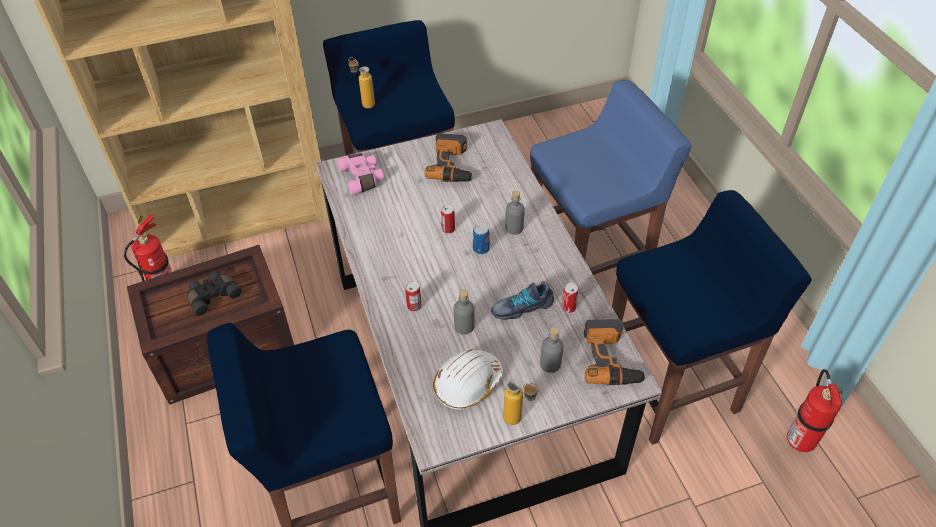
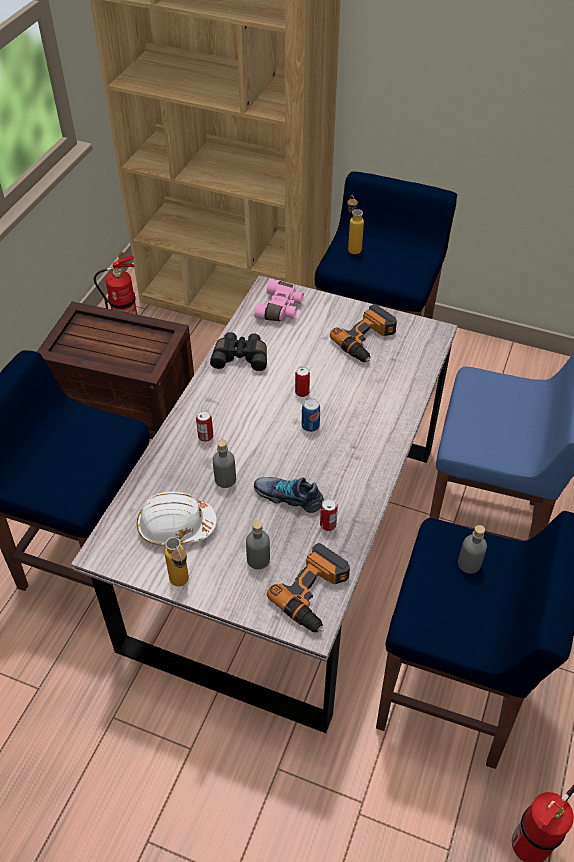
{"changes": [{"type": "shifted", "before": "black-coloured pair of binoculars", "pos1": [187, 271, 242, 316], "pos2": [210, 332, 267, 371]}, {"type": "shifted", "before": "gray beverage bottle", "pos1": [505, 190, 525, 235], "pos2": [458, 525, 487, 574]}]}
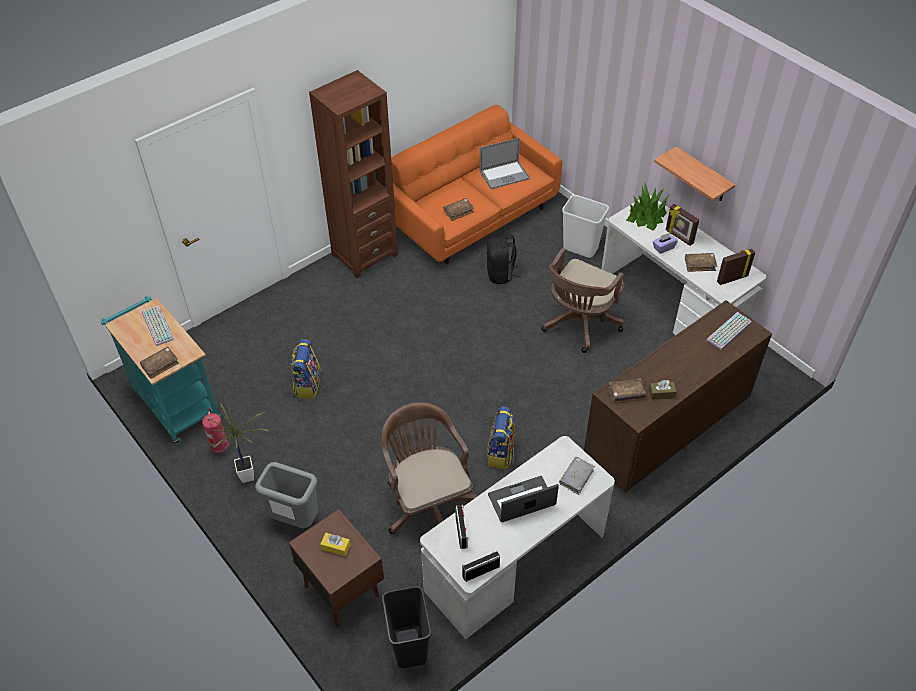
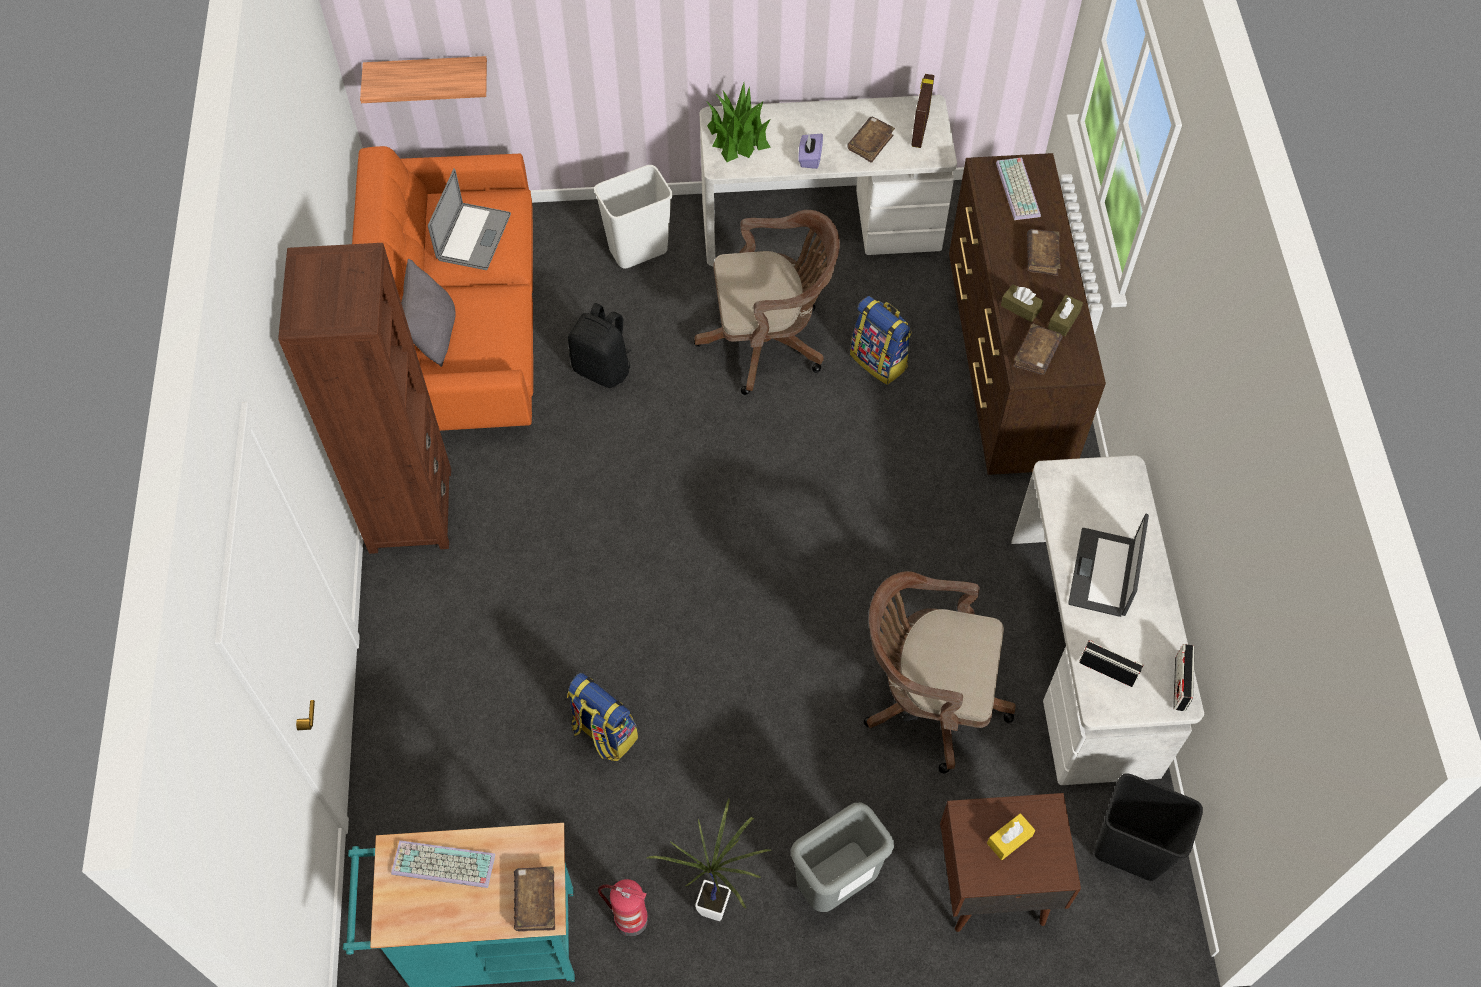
{"changes": [{"type": "gone", "before": "gray volume", "pos1": [559, 457, 595, 495]}, {"type": "gone", "before": "picture frame", "pos1": [666, 204, 699, 246]}, {"type": "new", "after": "gray cushion", "pos2": [401, 259, 455, 367]}, {"type": "new", "after": "brown box of tissues", "pos2": [1001, 284, 1043, 322]}, {"type": "shifted", "before": "brown volume", "pos1": [444, 198, 474, 221], "pos2": [1027, 229, 1061, 276]}, {"type": "shifted", "before": "rucksack", "pos1": [486, 406, 516, 469], "pos2": [850, 296, 912, 385]}, {"type": "shifted", "before": "shelf", "pos1": [654, 146, 735, 201], "pos2": [360, 56, 487, 103]}, {"type": "rotated", "before": "brown desk chair", "pos1": [542, 248, 624, 353], "pos2": [694, 210, 840, 395], "turn": -75}]}
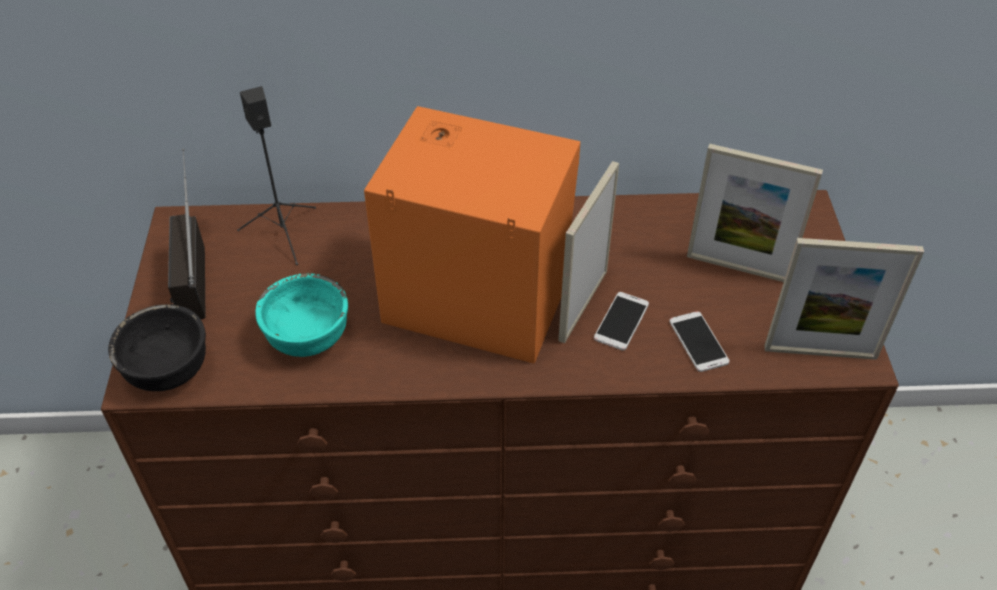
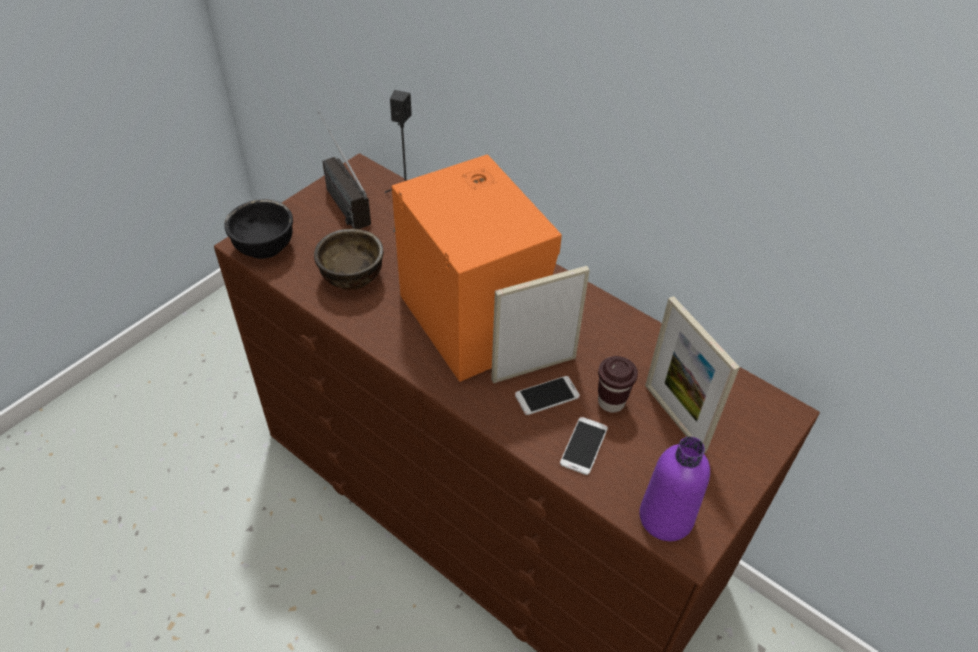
{"changes": [{"type": "new", "after": "brown cup", "pos2": [598, 356, 638, 413]}, {"type": "swapped", "before": "picture frame", "after": "purple-coloured beverage bottle", "pos1": [764, 238, 924, 360], "pos2": [639, 436, 710, 541]}, {"type": "repainted", "before": "blue-green serving bowl", "after": "brown serving bowl", "pos1": [255, 273, 348, 357], "pos2": [314, 229, 383, 290]}, {"type": "rotated", "before": "radio receiver", "pos1": [168, 148, 205, 319], "pos2": [318, 111, 371, 229], "turn": -60}]}
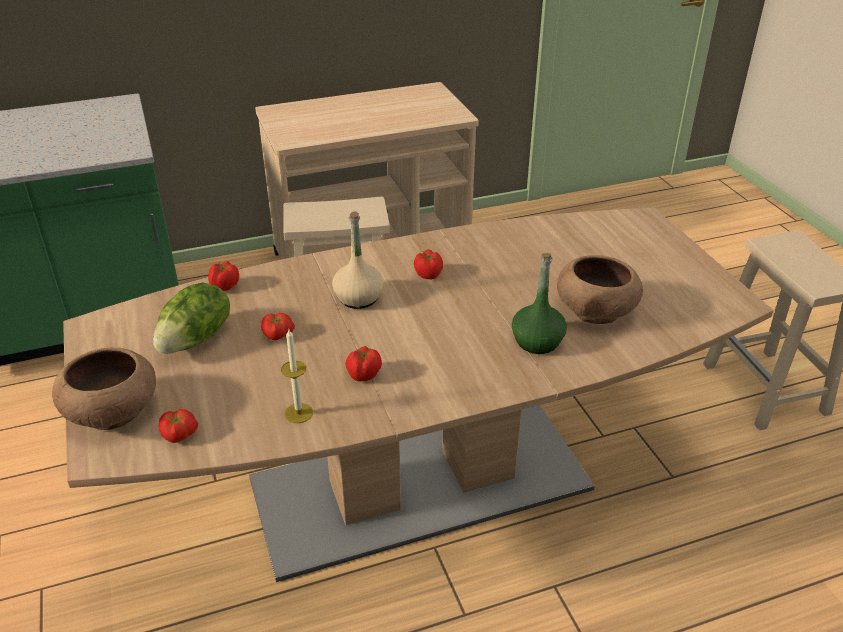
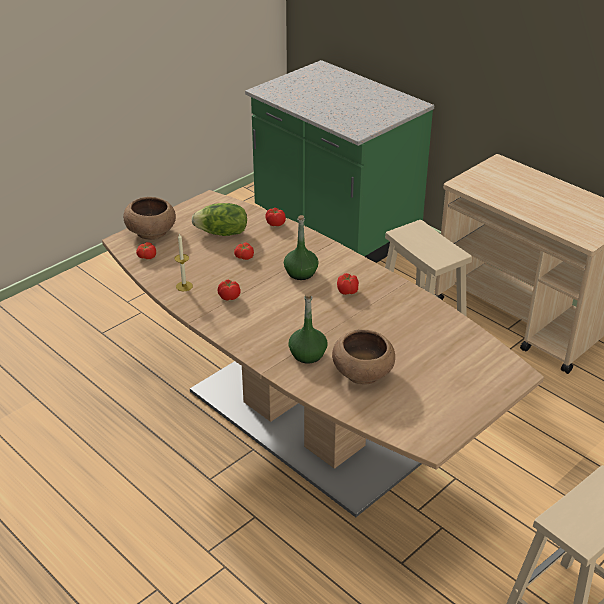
{"changes": [{"type": "repainted", "before": "beige-coloured beverage bottle", "after": "green beverage bottle", "pos1": [332, 211, 384, 309], "pos2": [284, 215, 319, 280]}]}
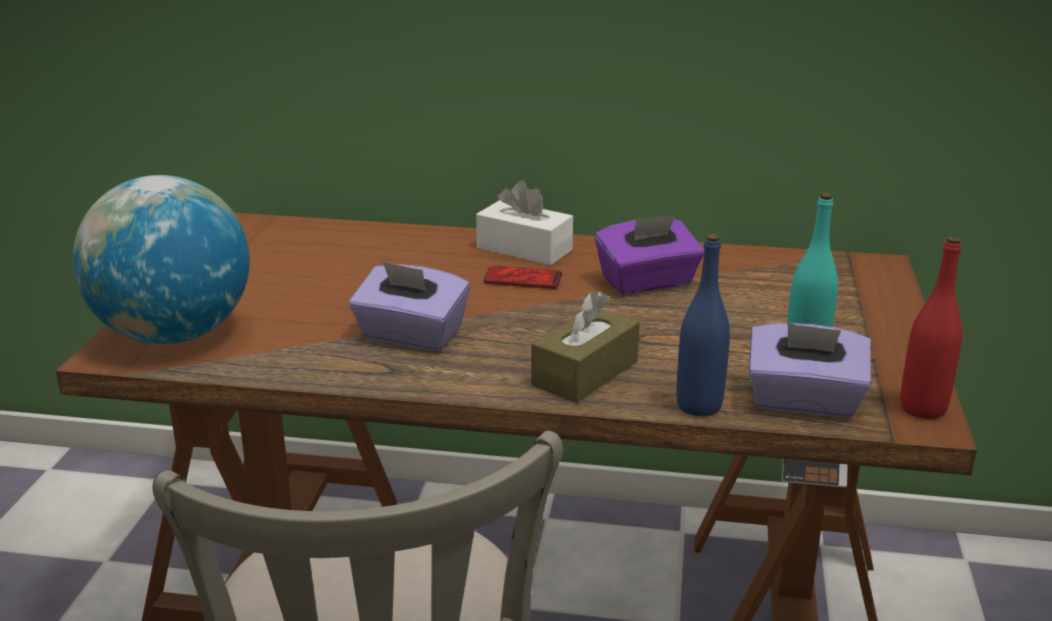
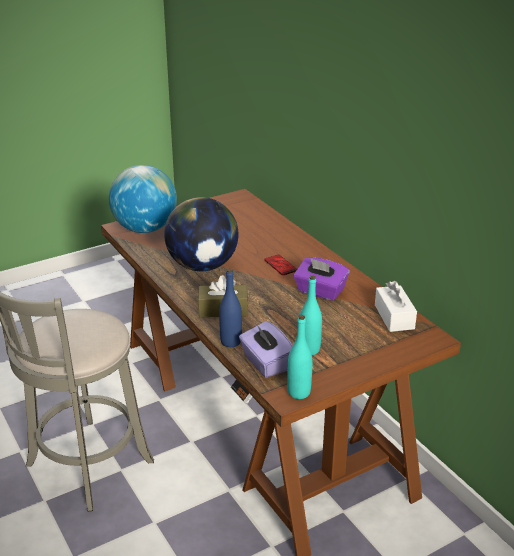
{"changes": [{"type": "shifted", "before": "white-coloured box of tissues", "pos1": [476, 181, 573, 266], "pos2": [375, 281, 417, 332]}, {"type": "swapped", "before": "purple-coloured box of tissues", "after": "desk globe", "pos1": [349, 261, 470, 351], "pos2": [164, 197, 239, 271]}, {"type": "repainted", "before": "red beverage bottle", "after": "blue-green beverage bottle", "pos1": [900, 236, 963, 419], "pos2": [287, 315, 312, 399]}]}
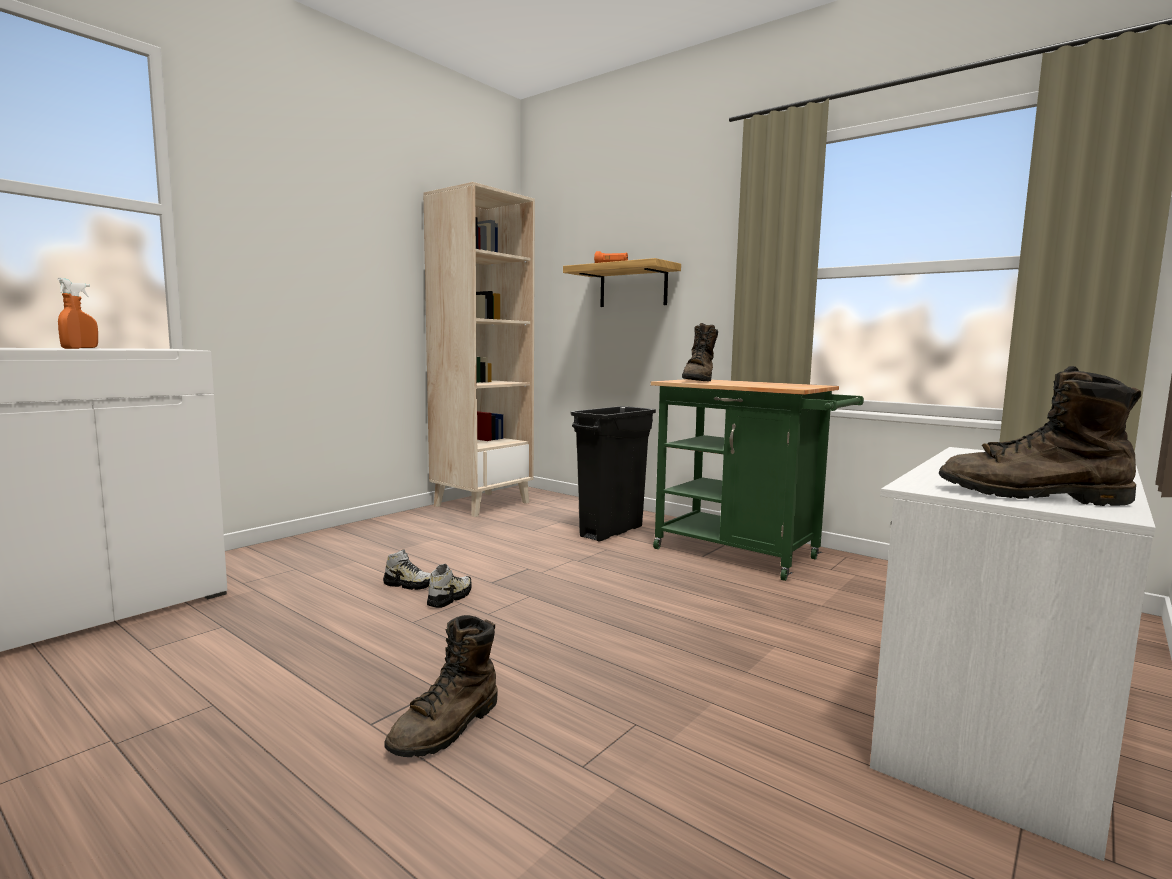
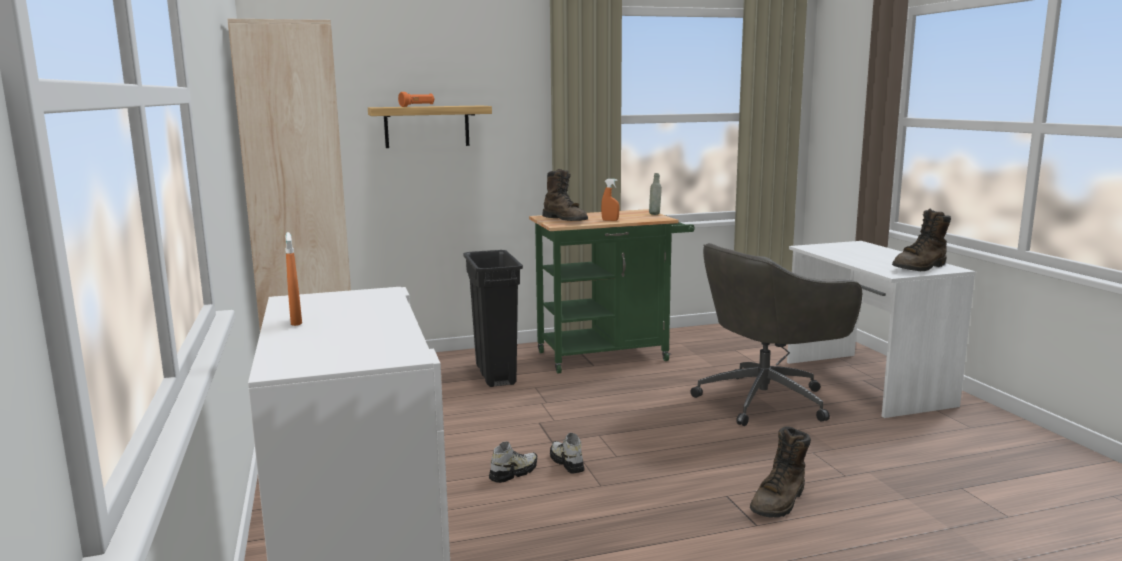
{"changes": [{"type": "new", "after": "gray beverage bottle", "pos2": [649, 173, 662, 215]}, {"type": "new", "after": "gray desk chair", "pos2": [690, 243, 862, 426]}, {"type": "shifted", "before": "orange-coloured spray bottle", "pos1": [57, 278, 81, 349], "pos2": [601, 179, 619, 221]}, {"type": "rotated", "before": "brown tall boot", "pos1": [384, 615, 498, 757], "pos2": [750, 426, 811, 518], "turn": 60}]}
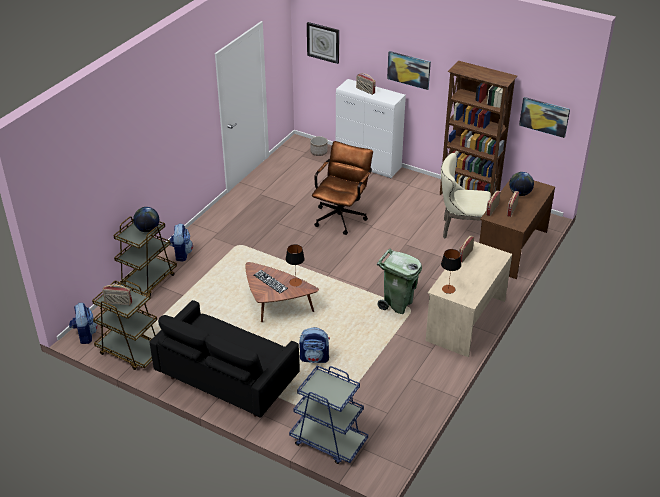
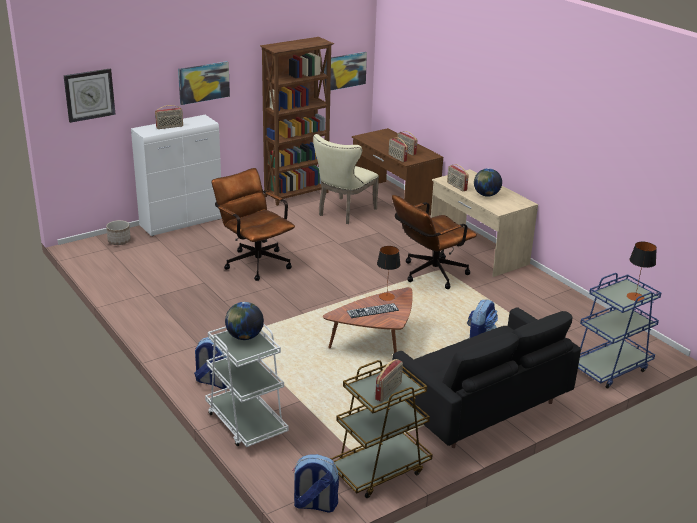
{"changes": [{"type": "shifted", "before": "tabletop lamp", "pos1": [441, 249, 461, 294], "pos2": [627, 242, 657, 301]}, {"type": "shifted", "before": "desk globe", "pos1": [509, 172, 534, 196], "pos2": [474, 168, 502, 197]}, {"type": "swapped", "before": "green trash can", "after": "brown desk chair", "pos1": [377, 249, 422, 314], "pos2": [392, 195, 477, 289]}, {"type": "repainted", "before": "brown wheeled cart", "after": "white-coloured wheeled cart", "pos1": [113, 216, 177, 297], "pos2": [205, 324, 288, 447]}]}
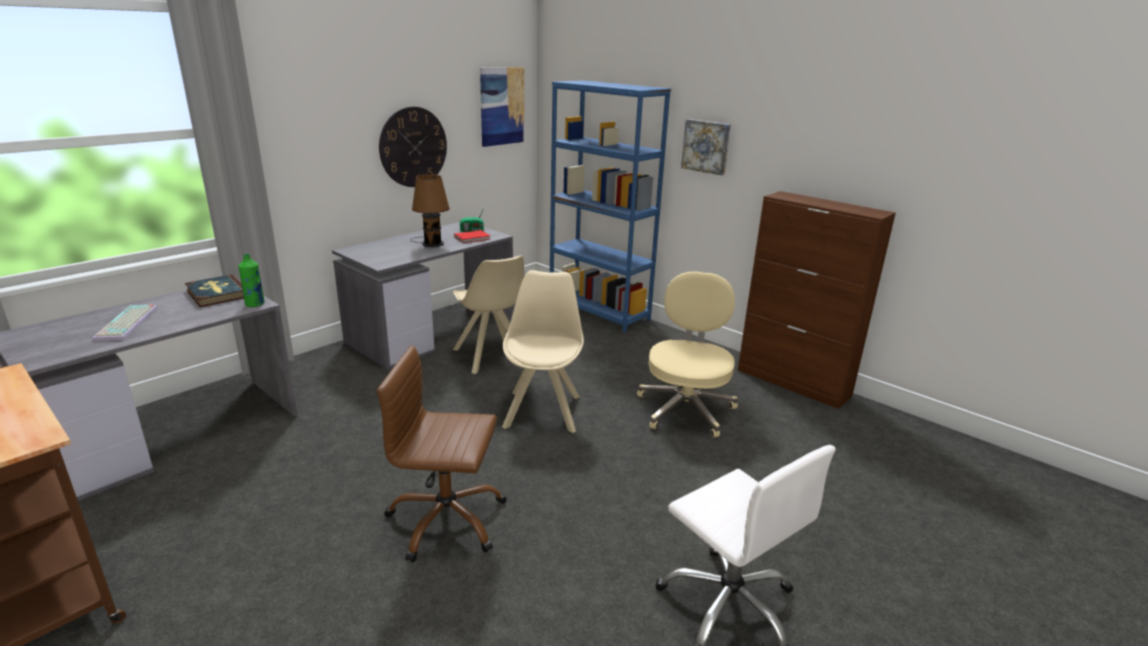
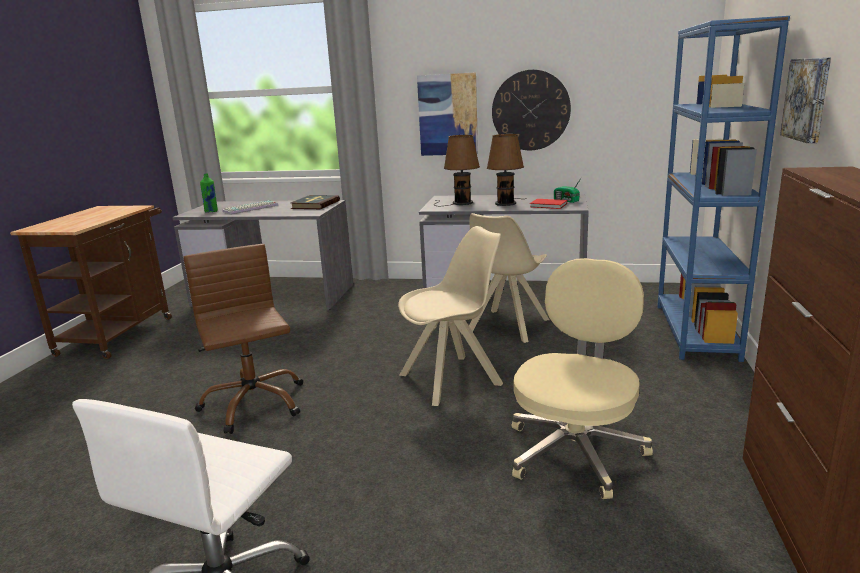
{"changes": [{"type": "new", "after": "brown tabletop lamp", "pos2": [434, 135, 480, 206]}, {"type": "shifted", "before": "green beverage bottle", "pos1": [238, 254, 265, 307], "pos2": [200, 173, 218, 212]}, {"type": "shifted", "before": "wall picture", "pos1": [480, 67, 524, 147], "pos2": [417, 72, 478, 156]}, {"type": "rotated", "before": "beige-coloured desk chair", "pos1": [637, 272, 738, 437], "pos2": [512, 258, 653, 499], "turn": -45}]}
